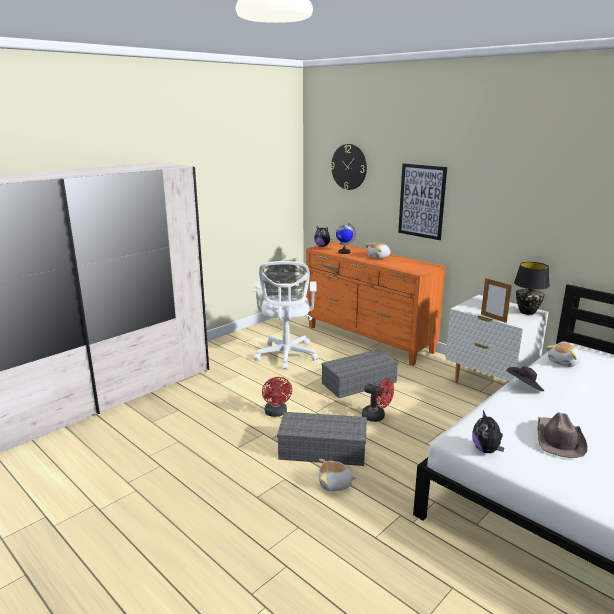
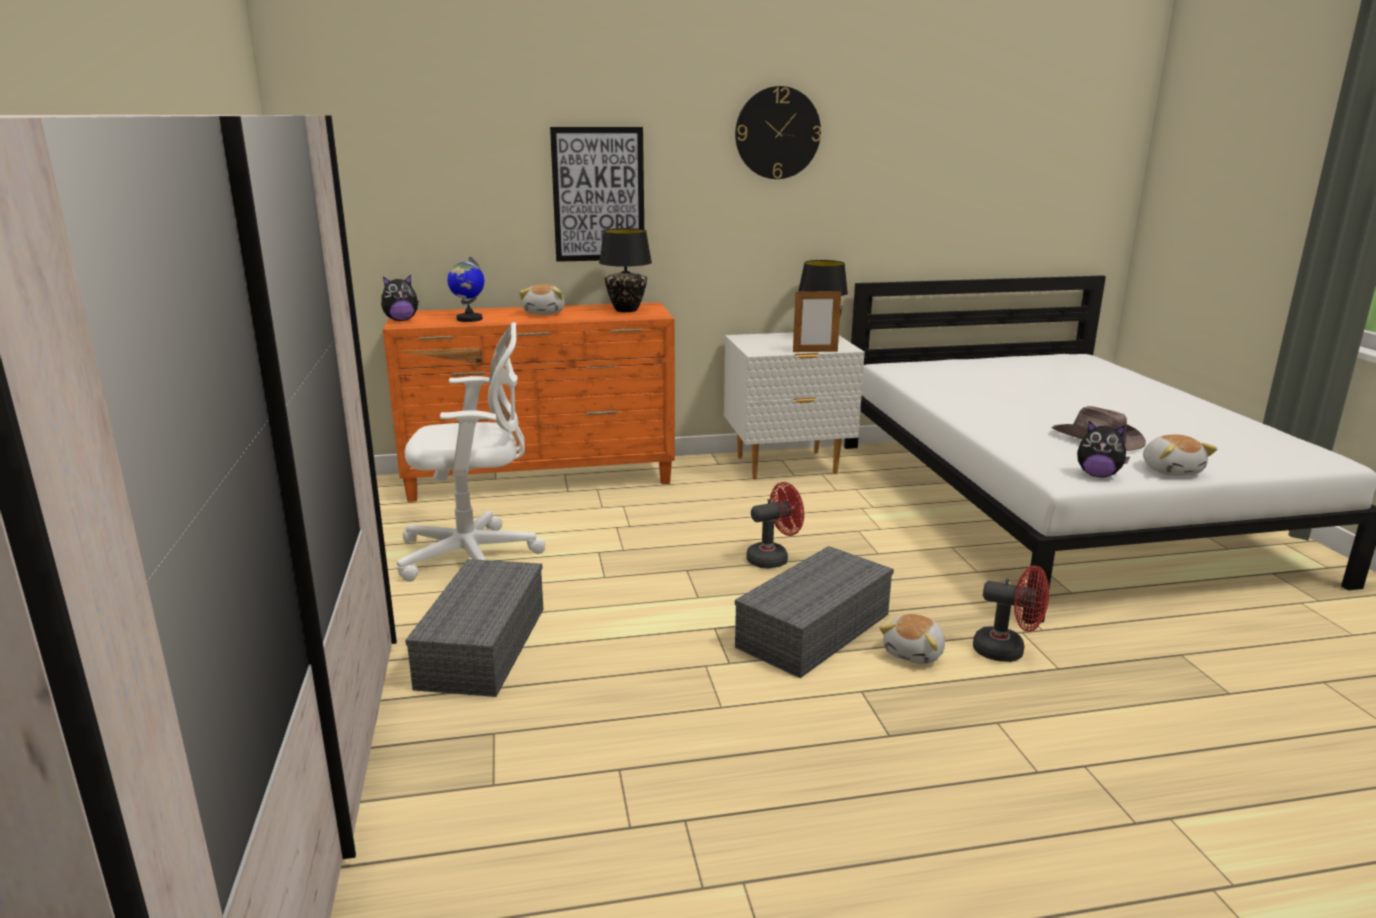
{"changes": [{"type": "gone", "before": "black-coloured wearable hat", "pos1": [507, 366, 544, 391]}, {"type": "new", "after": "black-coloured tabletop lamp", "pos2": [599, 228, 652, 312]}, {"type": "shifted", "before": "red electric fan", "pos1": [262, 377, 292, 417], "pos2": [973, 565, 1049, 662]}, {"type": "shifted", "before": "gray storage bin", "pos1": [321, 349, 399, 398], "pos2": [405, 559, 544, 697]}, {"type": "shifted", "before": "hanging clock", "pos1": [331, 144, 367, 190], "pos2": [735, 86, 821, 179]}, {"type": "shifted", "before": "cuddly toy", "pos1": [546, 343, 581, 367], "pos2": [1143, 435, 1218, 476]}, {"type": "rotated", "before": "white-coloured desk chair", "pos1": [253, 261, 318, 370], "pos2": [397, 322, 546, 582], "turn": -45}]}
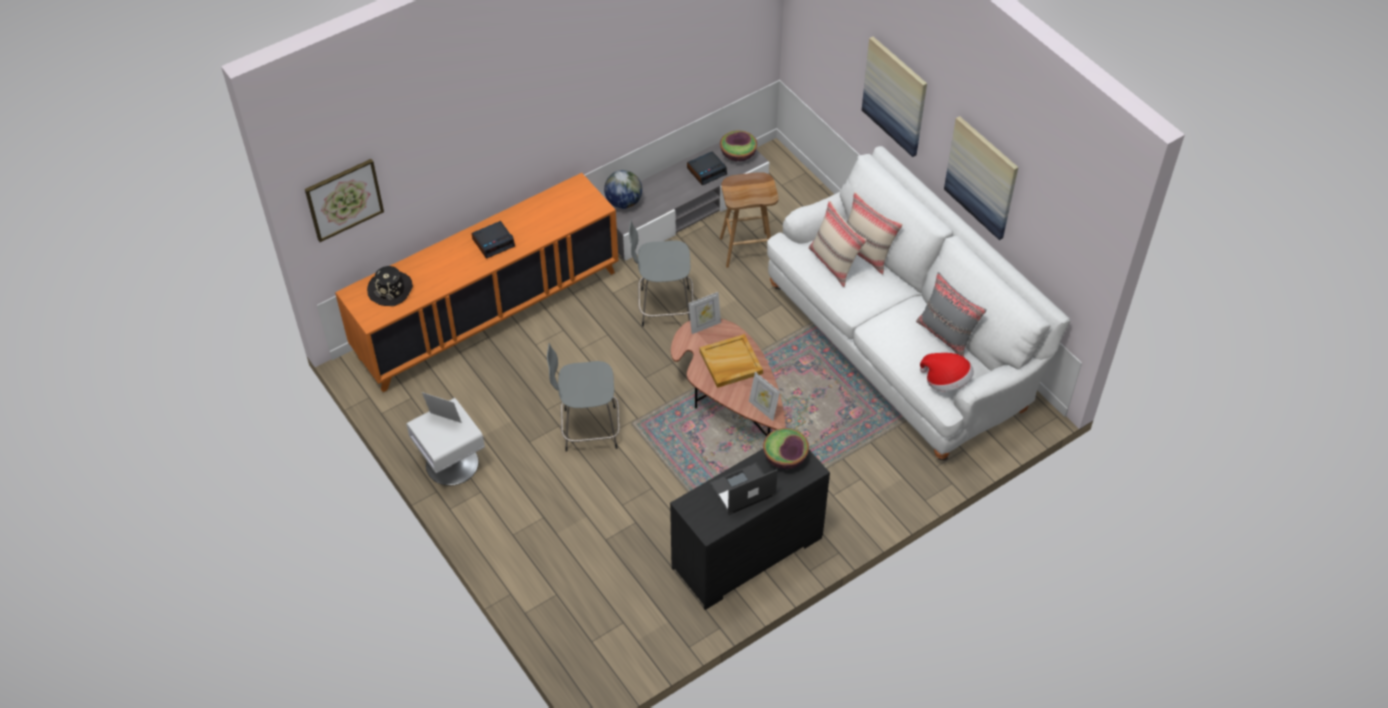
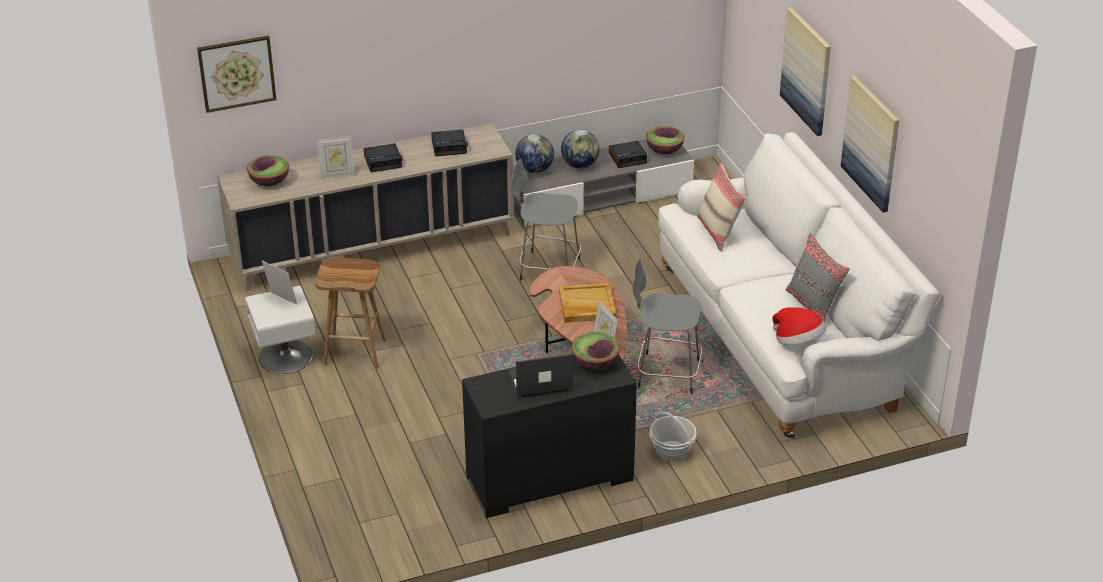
{"changes": [{"type": "gone", "before": "beige-coloured cushion", "pos1": [847, 192, 903, 274]}, {"type": "new", "after": "table clock", "pos2": [431, 129, 468, 156]}, {"type": "new", "after": "desk globe", "pos2": [561, 130, 600, 169]}, {"type": "new", "after": "basket", "pos2": [649, 412, 696, 461]}, {"type": "shifted", "before": "gray sitting stool", "pos1": [547, 343, 620, 452], "pos2": [633, 258, 702, 394]}, {"type": "shifted", "before": "picture frame", "pos1": [689, 292, 721, 334], "pos2": [317, 136, 355, 179]}, {"type": "shifted", "before": "brown sitting stool", "pos1": [720, 172, 779, 268], "pos2": [315, 258, 386, 369]}, {"type": "swapped", "before": "black-coloured wearable hat", "after": "serving bowl", "pos1": [367, 266, 413, 306], "pos2": [247, 155, 289, 186]}, {"type": "repainted", "before": "orange-coloured storage cabinet", "after": "beige-coloured storage cabinet", "pos1": [335, 173, 619, 392], "pos2": [217, 123, 514, 291]}]}
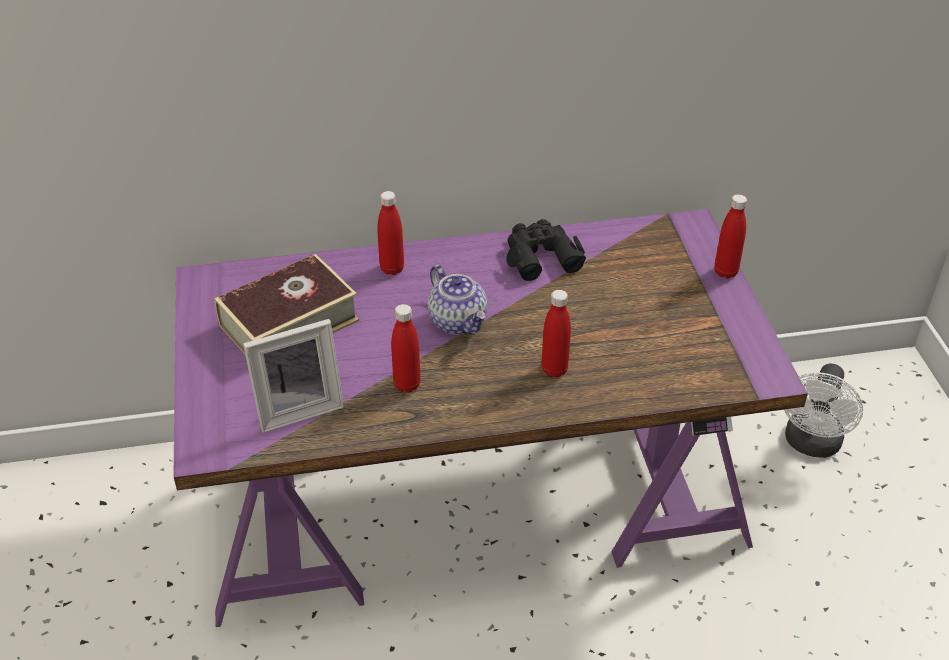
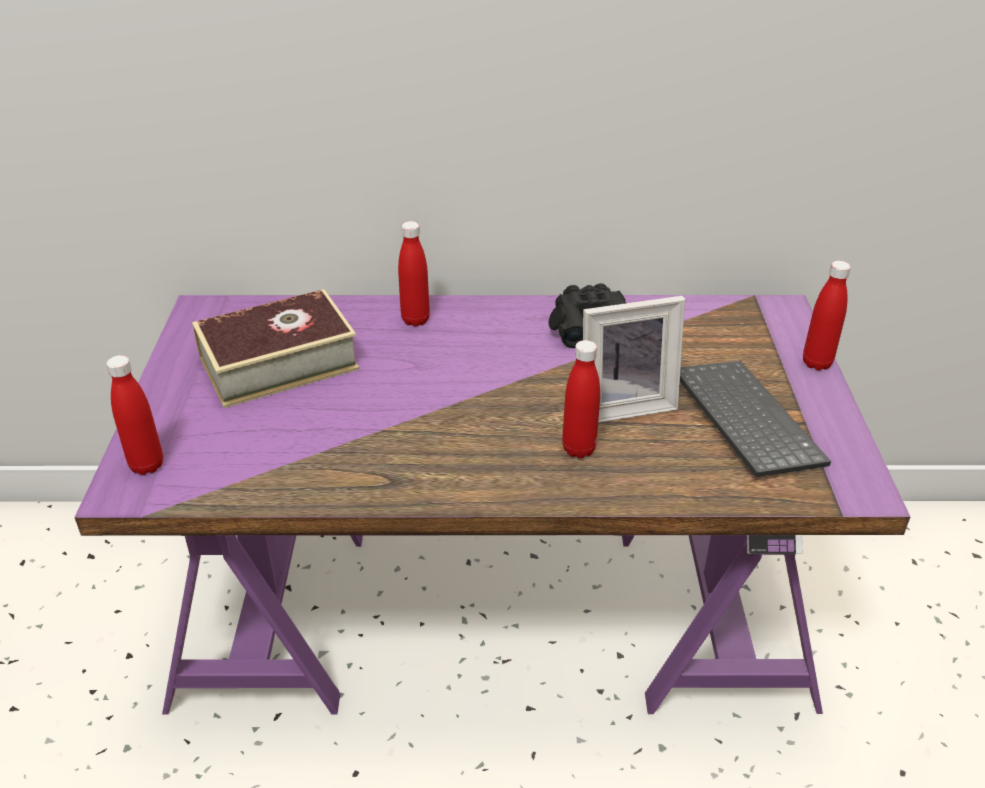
{"changes": [{"type": "gone", "before": "teapot", "pos1": [428, 265, 487, 335]}, {"type": "gone", "before": "white-coloured electric fan", "pos1": [784, 363, 863, 458]}, {"type": "new", "after": "PC keyboard", "pos2": [680, 361, 831, 477]}, {"type": "shifted", "before": "picture frame", "pos1": [243, 319, 344, 433], "pos2": [583, 296, 685, 423]}, {"type": "shifted", "before": "red beverage bottle", "pos1": [391, 304, 421, 393], "pos2": [106, 355, 163, 475]}]}
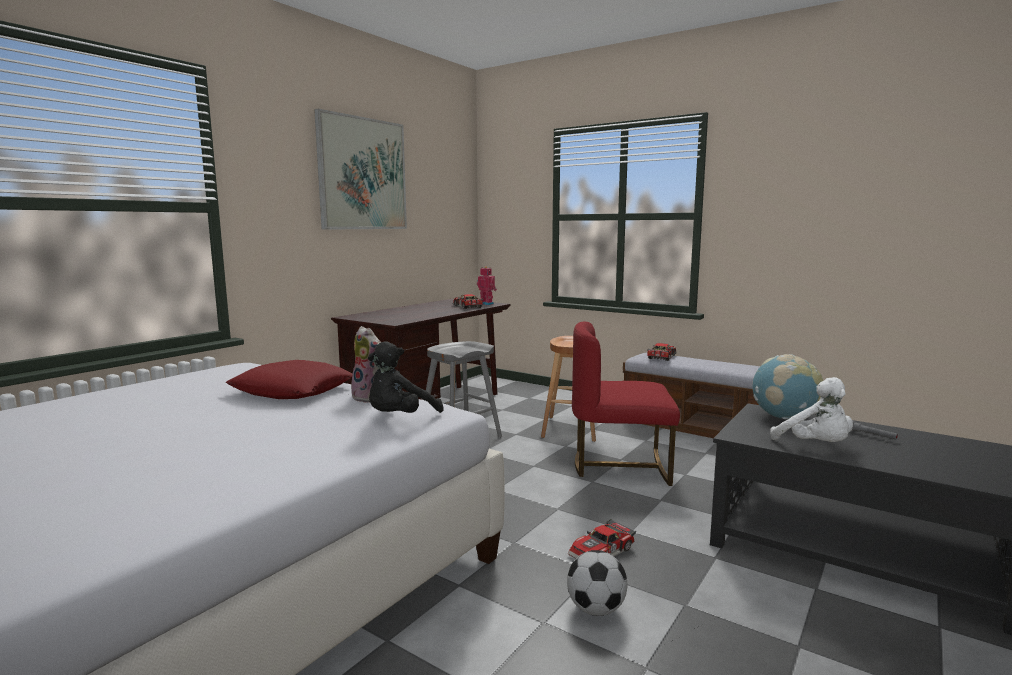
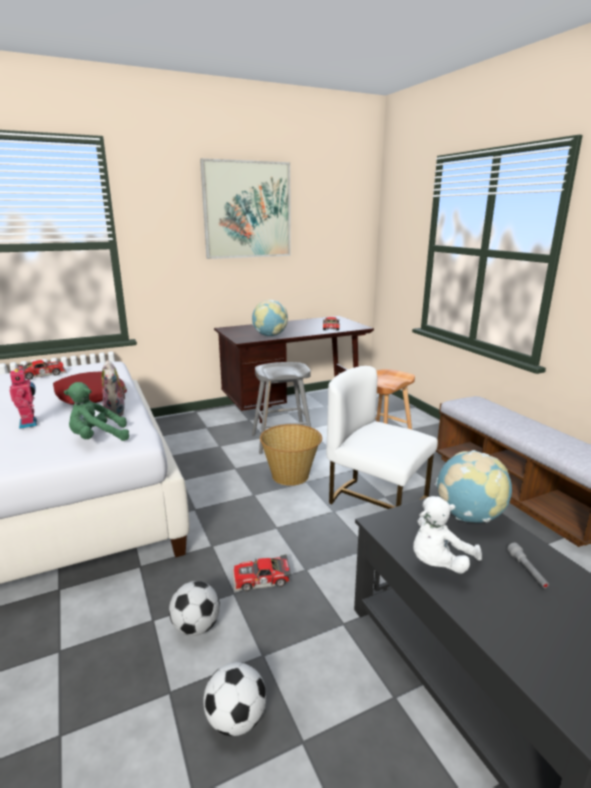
{"changes": [{"type": "new", "after": "football ball", "pos2": [203, 662, 266, 736]}, {"type": "new", "after": "desk globe", "pos2": [252, 299, 288, 336]}, {"type": "new", "after": "basket", "pos2": [260, 424, 322, 486]}, {"type": "shifted", "before": "robot figure", "pos1": [477, 266, 497, 305], "pos2": [10, 368, 37, 429]}, {"type": "shifted", "before": "toy car", "pos1": [647, 343, 677, 361], "pos2": [17, 360, 66, 380]}, {"type": "repainted", "before": "black-coloured cuddly toy", "after": "green cuddly toy", "pos1": [368, 341, 443, 413], "pos2": [64, 382, 129, 441]}, {"type": "repainted", "before": "red chair", "after": "white-coloured chair", "pos1": [572, 322, 680, 486], "pos2": [326, 366, 438, 509]}, {"type": "rotated", "before": "white-coloured cuddly toy", "pos1": [770, 377, 853, 442], "pos2": [413, 496, 482, 574], "turn": 45}]}
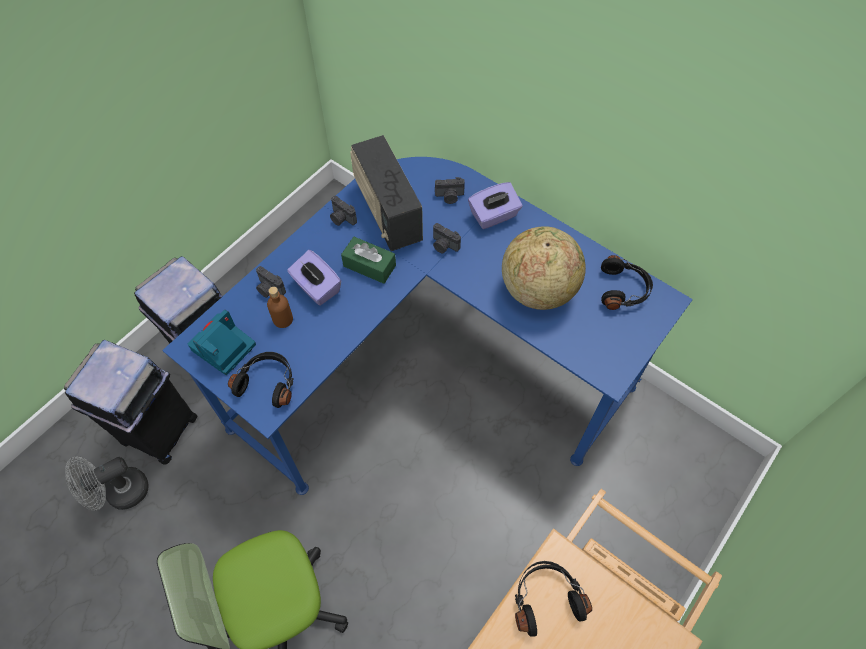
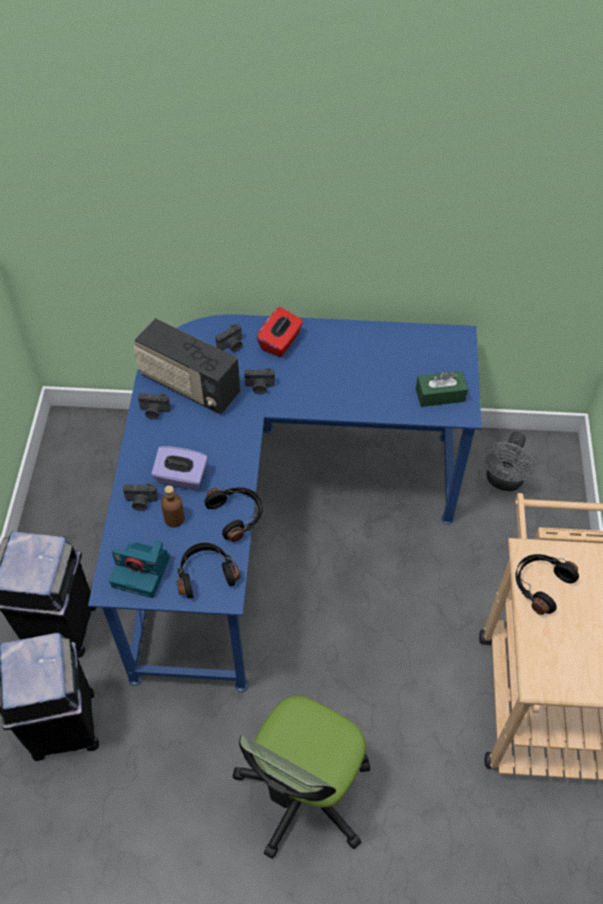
{"changes": [{"type": "gone", "before": "desk globe", "pos1": [502, 226, 586, 310]}, {"type": "shifted", "before": "gray electric fan", "pos1": [65, 456, 149, 510], "pos2": [483, 432, 535, 491]}, {"type": "shifted", "before": "green box of tissues", "pos1": [341, 237, 396, 284], "pos2": [416, 371, 468, 407]}, {"type": "shifted", "before": "black-coloured pair of headphones", "pos1": [601, 255, 653, 310], "pos2": [204, 487, 263, 542]}, {"type": "repainted", "before": "purple-coloured box of tissues", "after": "red box of tissues", "pos1": [468, 182, 522, 229], "pos2": [257, 307, 303, 357]}, {"type": "rotated", "before": "photo camera", "pos1": [187, 310, 256, 375], "pos2": [109, 541, 170, 598], "turn": -75}]}
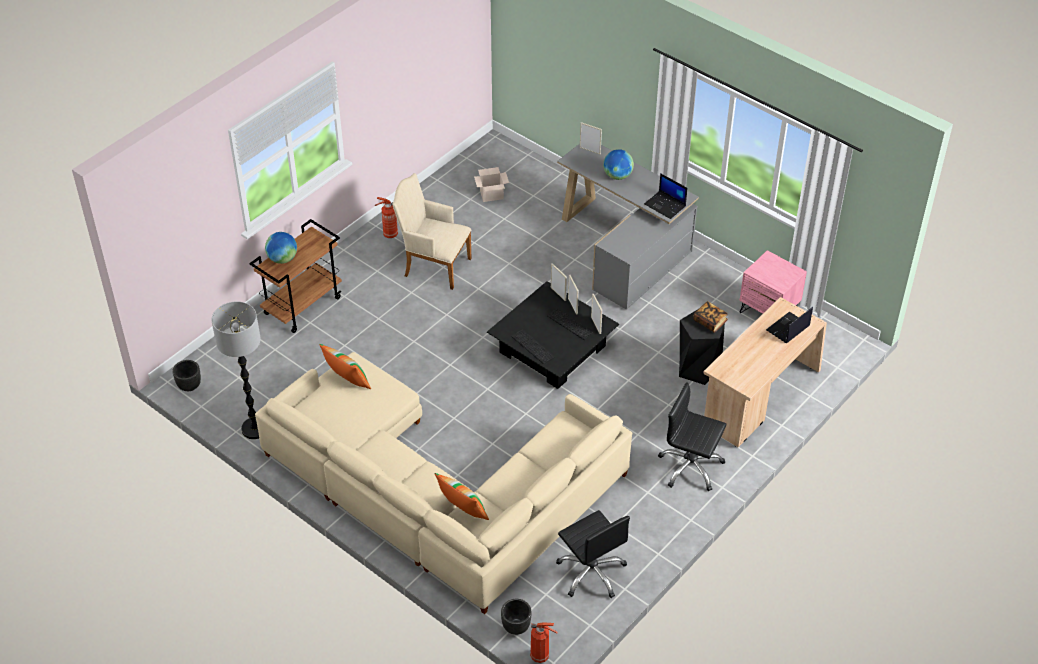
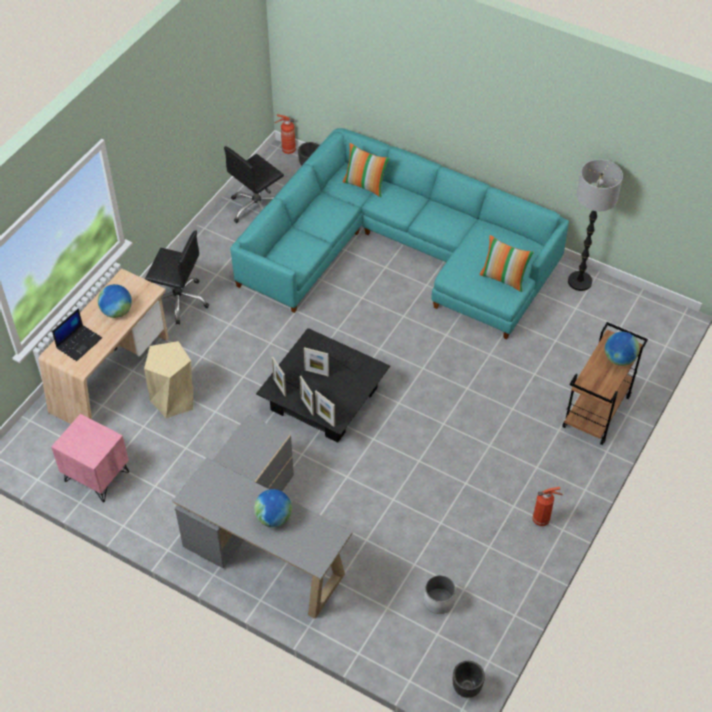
{"changes": [{"type": "gone", "before": "beige-coloured lounge chair", "pos1": [393, 173, 471, 290]}, {"type": "gone", "before": "notebook computer", "pos1": [644, 173, 687, 219]}, {"type": "gone", "before": "volume", "pos1": [693, 301, 728, 332]}, {"type": "new", "after": "desk globe", "pos2": [98, 284, 132, 318]}, {"type": "shifted", "before": "black-coloured planter", "pos1": [172, 360, 201, 391], "pos2": [453, 661, 485, 698]}, {"type": "shifted", "before": "picture frame", "pos1": [580, 122, 602, 154], "pos2": [304, 347, 329, 377]}, {"type": "swapped", "before": "cardboard box", "after": "white-coloured planter", "pos1": [474, 167, 509, 202], "pos2": [424, 575, 456, 614]}, {"type": "repainted", "before": "beige-coloured couch", "after": "blue-green couch", "pos1": [255, 352, 632, 614], "pos2": [230, 128, 569, 339]}, {"type": "repainted", "before": "black-coloured sitting stool", "after": "beige-coloured sitting stool", "pos1": [679, 309, 725, 385], "pos2": [144, 341, 193, 418]}, {"type": "rotated", "before": "black-coloured desk chair", "pos1": [556, 510, 630, 598], "pos2": [224, 146, 284, 223], "turn": -90}]}
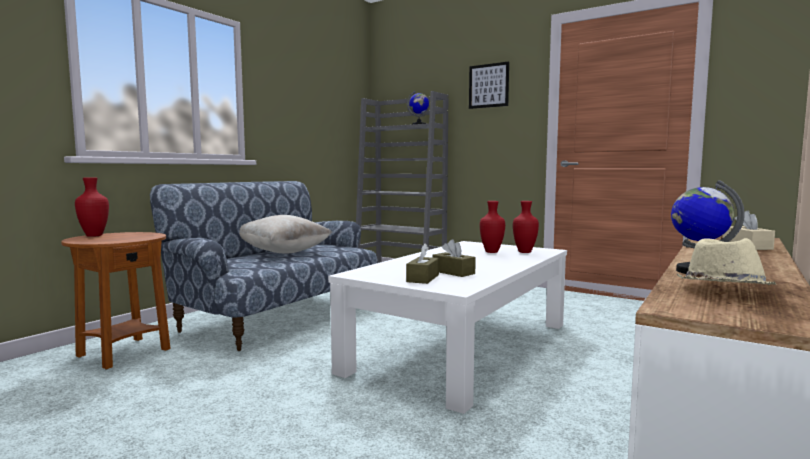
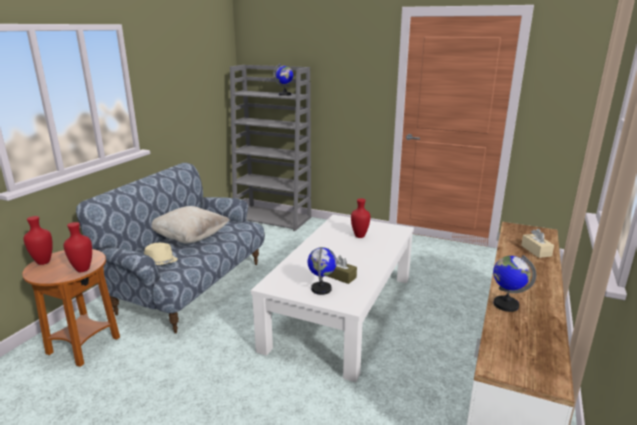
{"changes": [{"type": "gone", "before": "wall picture", "pos1": [469, 61, 509, 109]}, {"type": "shifted", "before": "red vase", "pos1": [513, 201, 539, 253], "pos2": [64, 222, 92, 272]}, {"type": "shifted", "before": "beige-coloured wearable hat", "pos1": [677, 238, 776, 285], "pos2": [144, 243, 178, 265]}, {"type": "swapped", "before": "brown box of tissues", "after": "desk globe", "pos1": [406, 244, 439, 284], "pos2": [308, 247, 337, 295]}]}
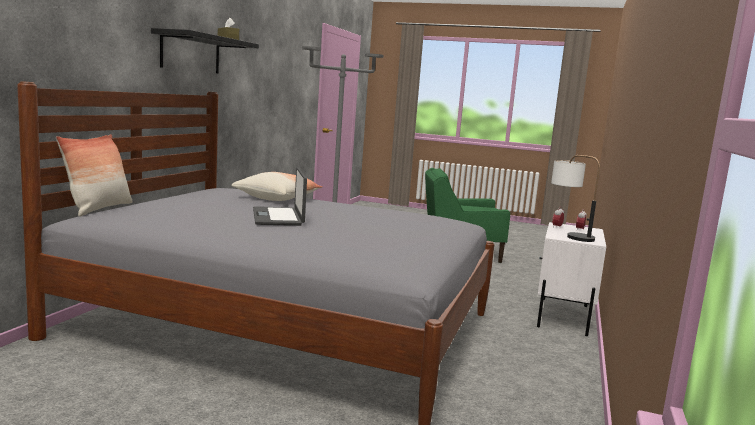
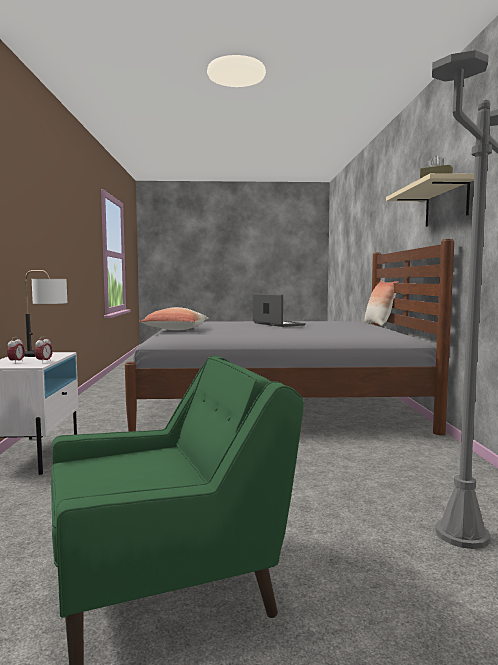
{"changes": [{"type": "shifted", "before": "cushion", "pos1": [231, 172, 323, 201], "pos2": [139, 307, 209, 330]}, {"type": "repainted", "before": "black-coloured shelf", "after": "beige-coloured shelf", "pos1": [151, 28, 259, 73], "pos2": [386, 173, 474, 227]}]}
